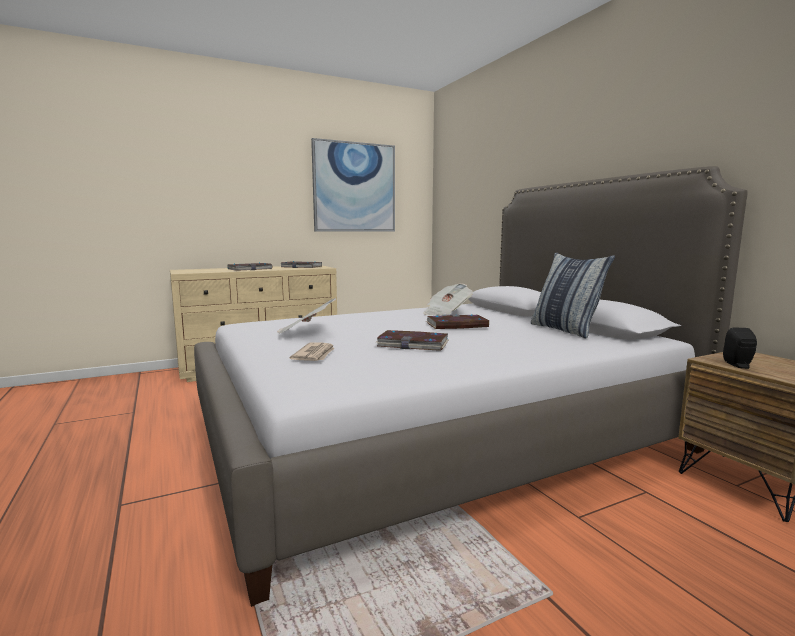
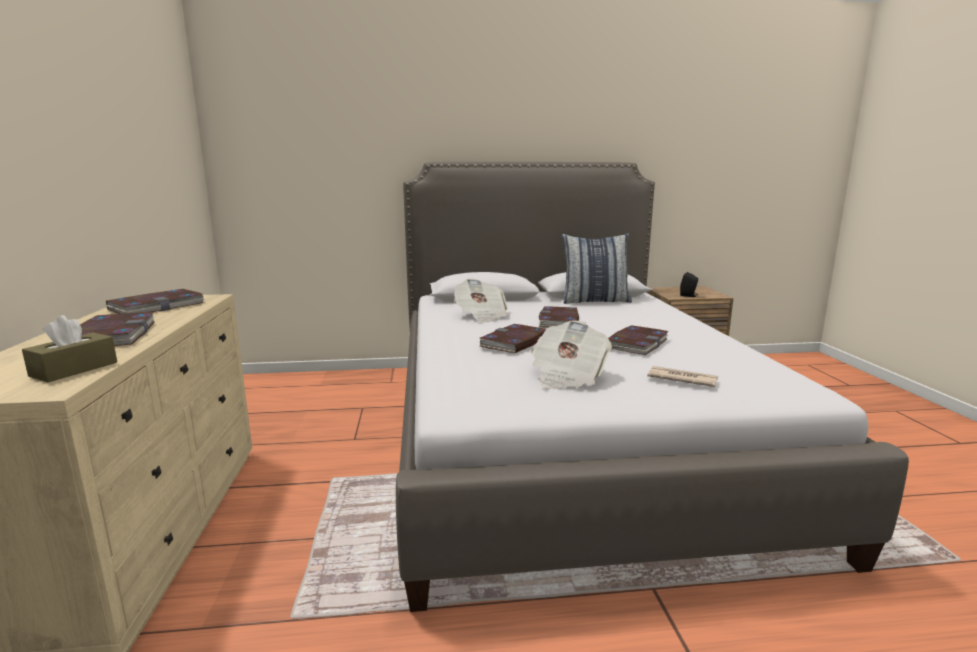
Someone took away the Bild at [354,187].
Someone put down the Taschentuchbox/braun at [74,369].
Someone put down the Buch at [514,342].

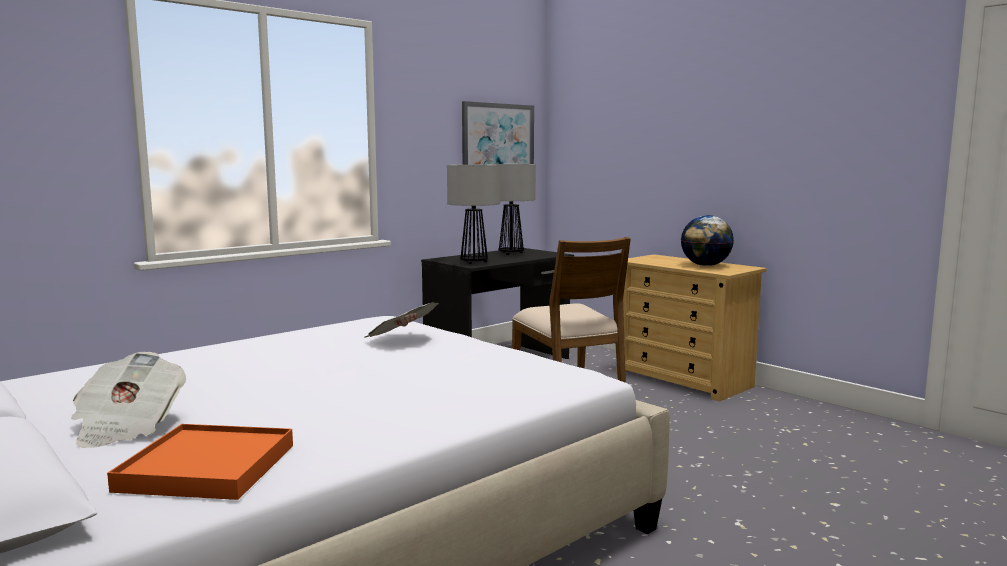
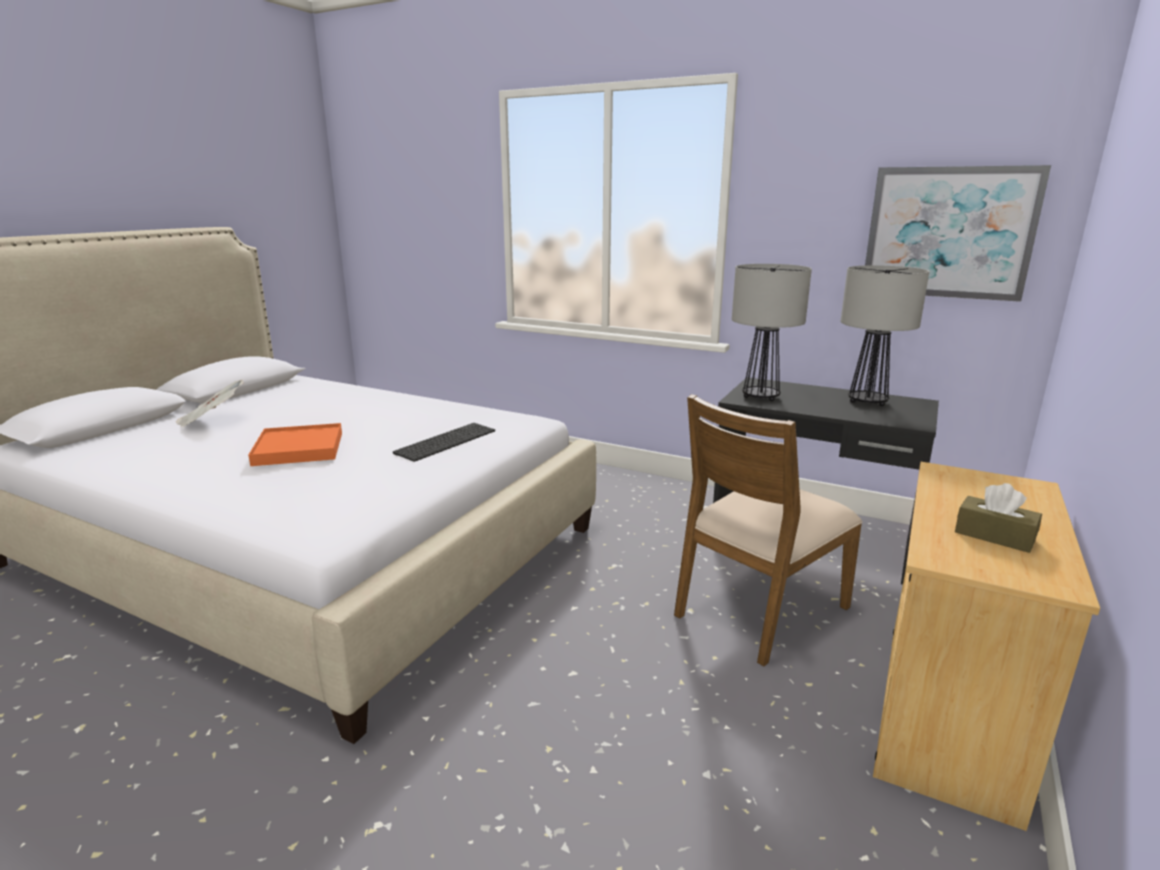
Someone carried the Tablett/orange from [207,467] to [299,448].
Someone swapped the Zeitung at [401,340] for the Tastatur at [445,441].
Someone swapped the Globus at [705,265] for the Taschentuchbox/braun at [994,536].

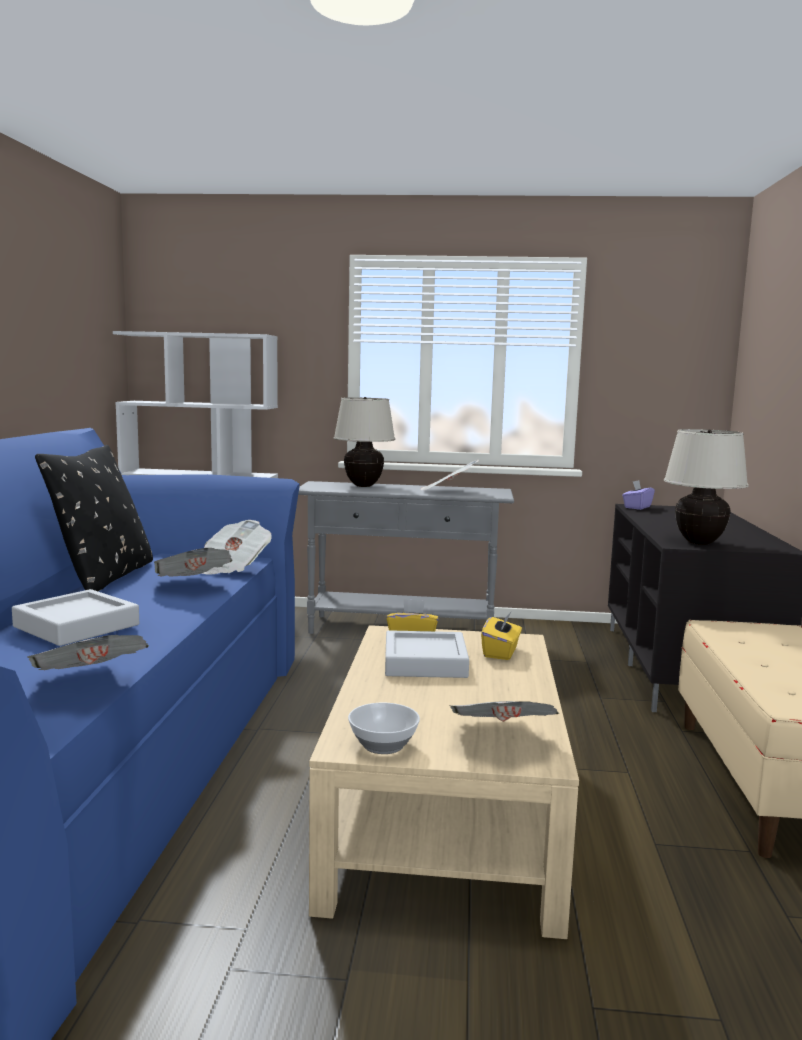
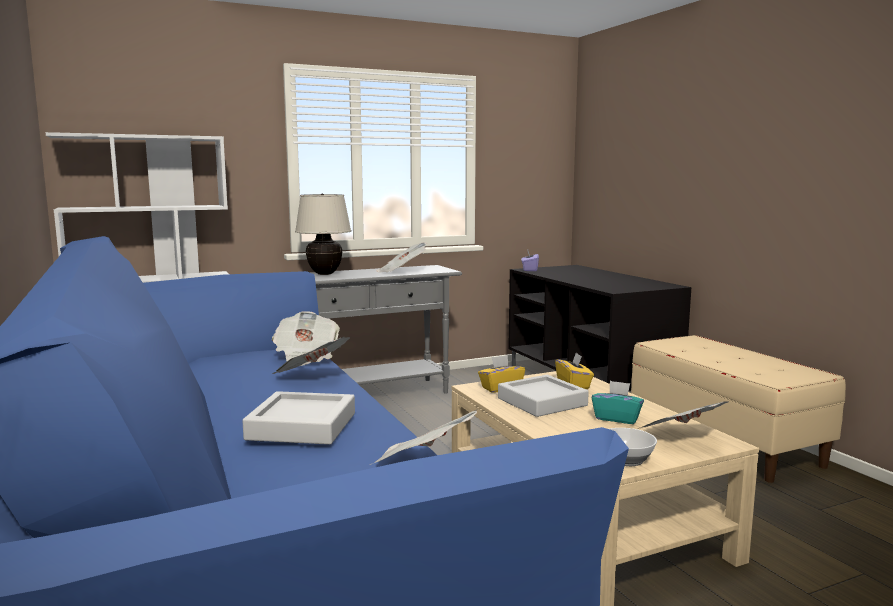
Someone took away the Kissen/schwarz at [105,577].
Someone took away the Tischlampe/beige at [699,542].
Someone put down the Taschentuchbox/türkis at [617,418].

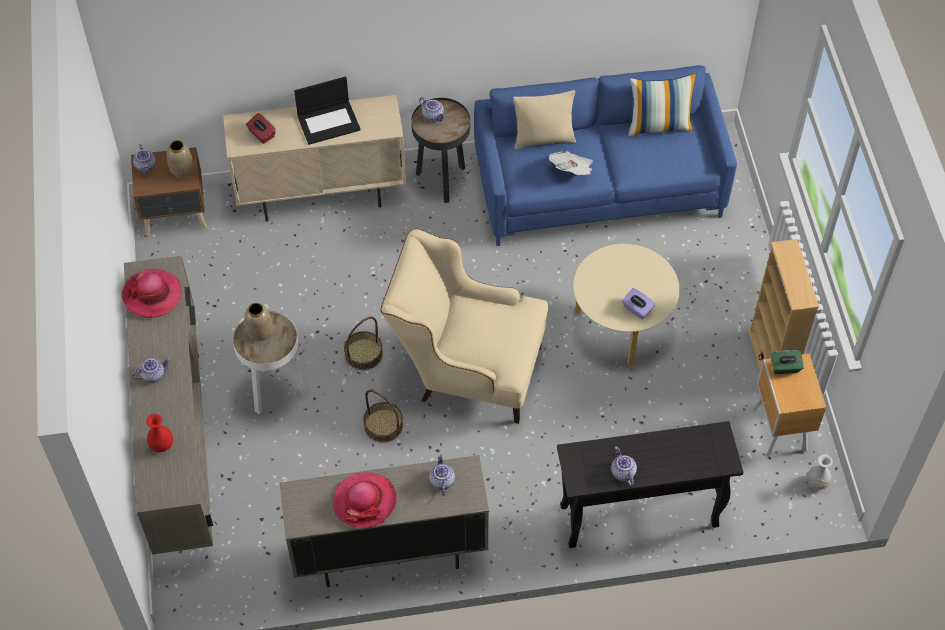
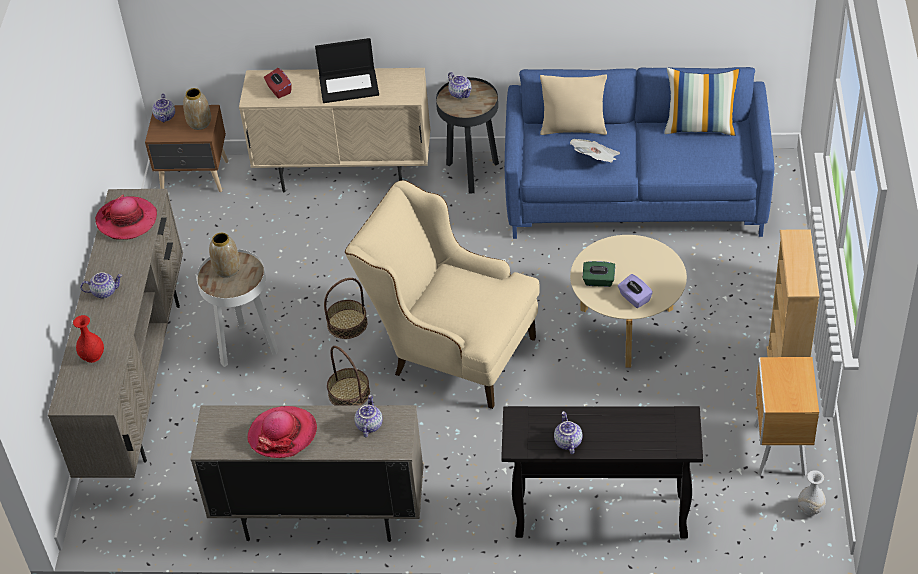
Someone carried the Taschentuchbox/grün from [785,368] to [598,281].

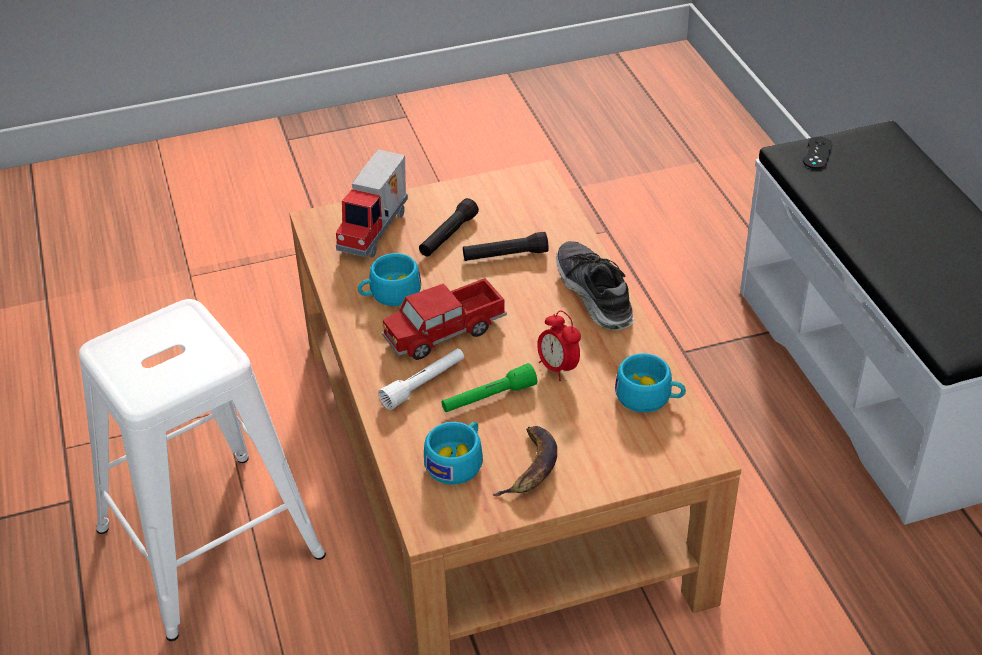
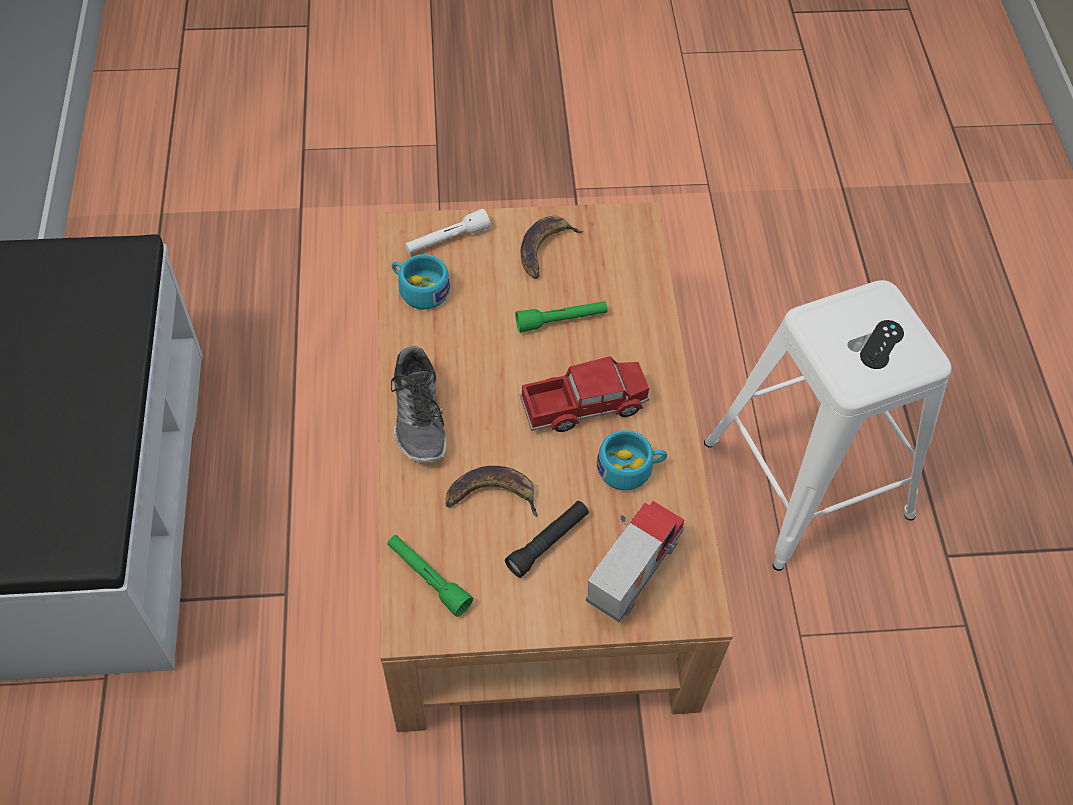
Someone took away the Tasse/türkis at [457,461].
Someone took away the Wecker at [558,368].
Someone put down the Taschenlampe/grün at [428,578].
Someone carried the Taschenlampe/weiß from [424,384] to [447,240].
Someone carried the Gamepad/schwarz from [817,153] to [881,344].
Someone swapped the Taschenlampe/schwarz at [505,255] for the Banane at [492,495].

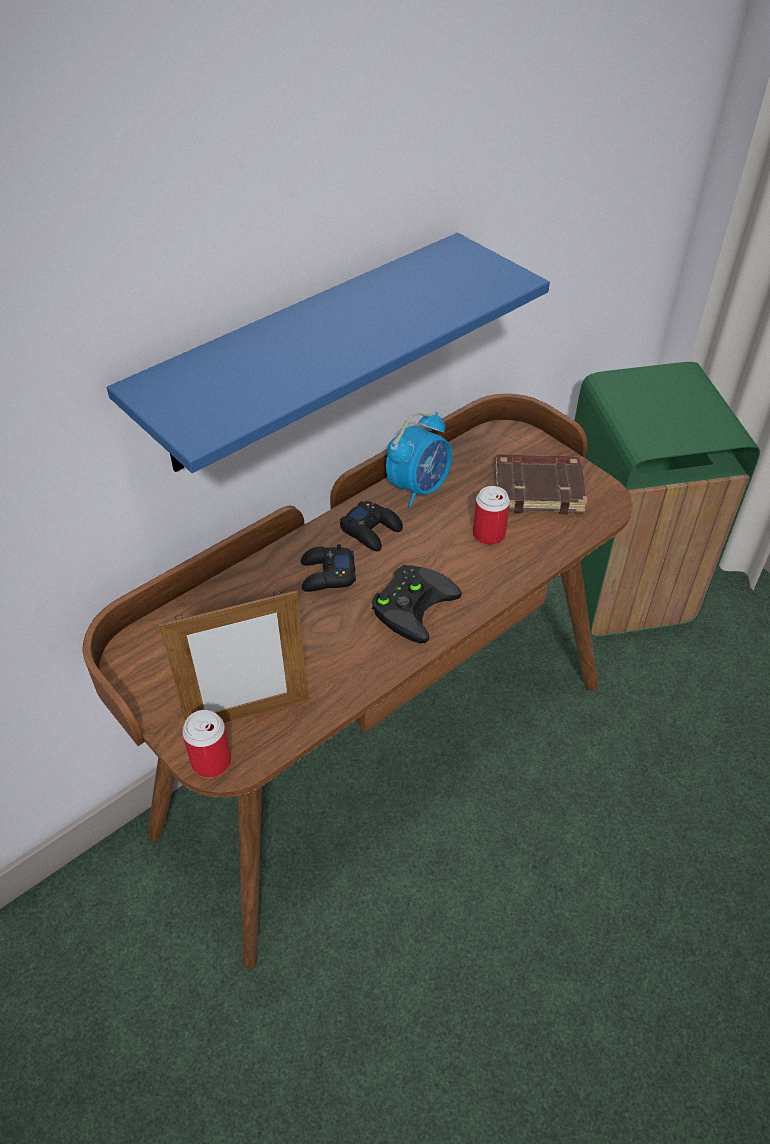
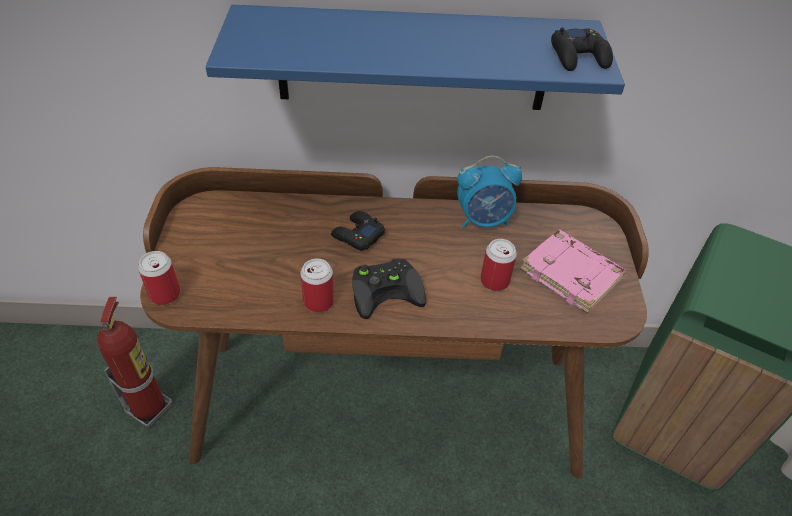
Someone took away the Bilderrahmen at [248,714].
Someone put down the Feuerlöscher at [150,408].
Someone put down the Dose at [318,301].
Someone carried the Gamepad/schwarz from [371,530] to [579,57].
Someone repainted the Buch/braun at [539,488], which became the Buch/rosa at [572,274].

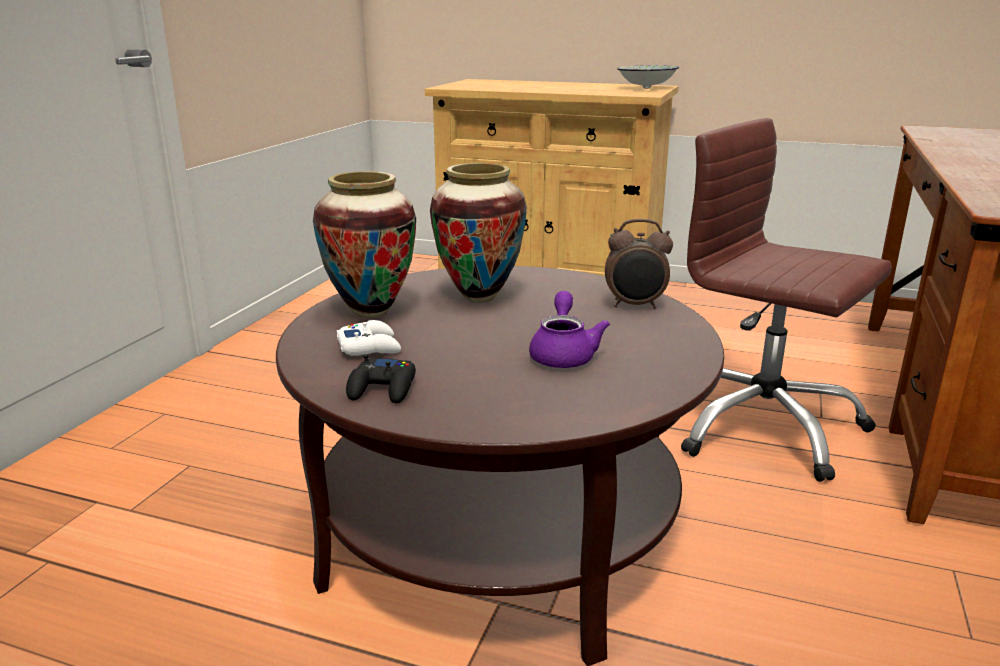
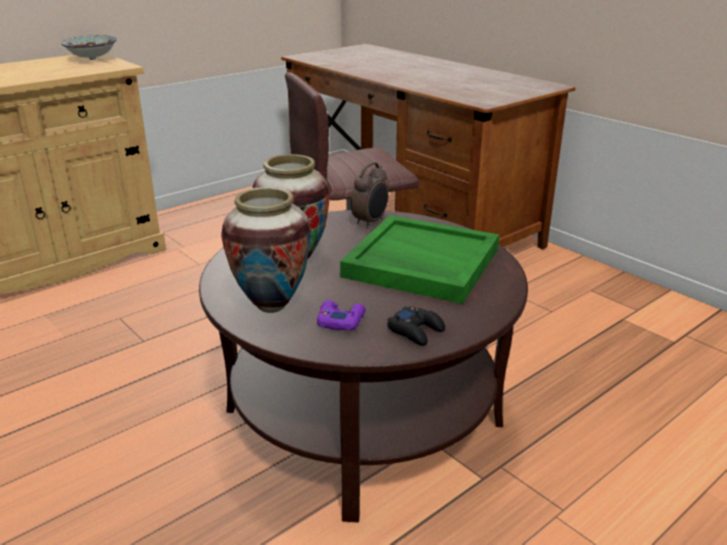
Someone swapped the Teekanne/lila at [563,354] for the Tablett/grün at [420,263].
Someone repainted the Gamepad/weiß at [370,347], which became the Gamepad/lila at [340,321].

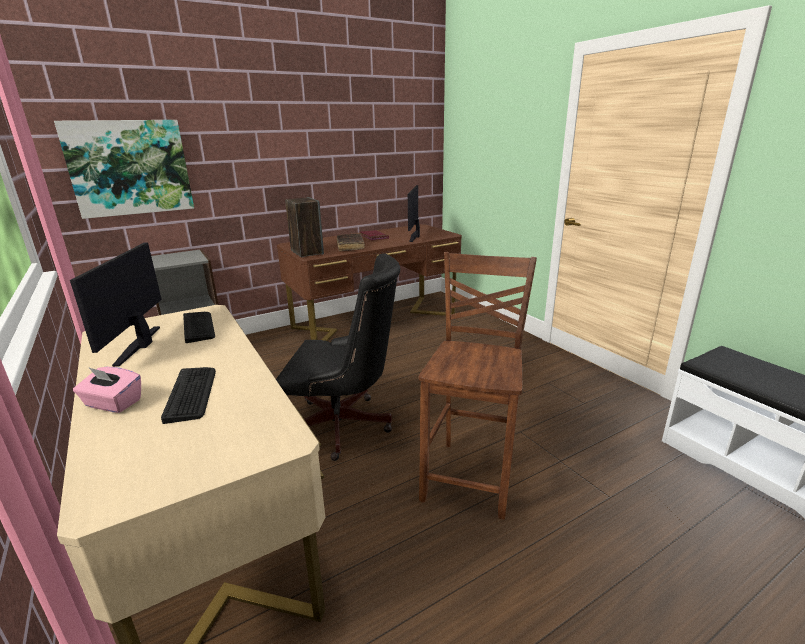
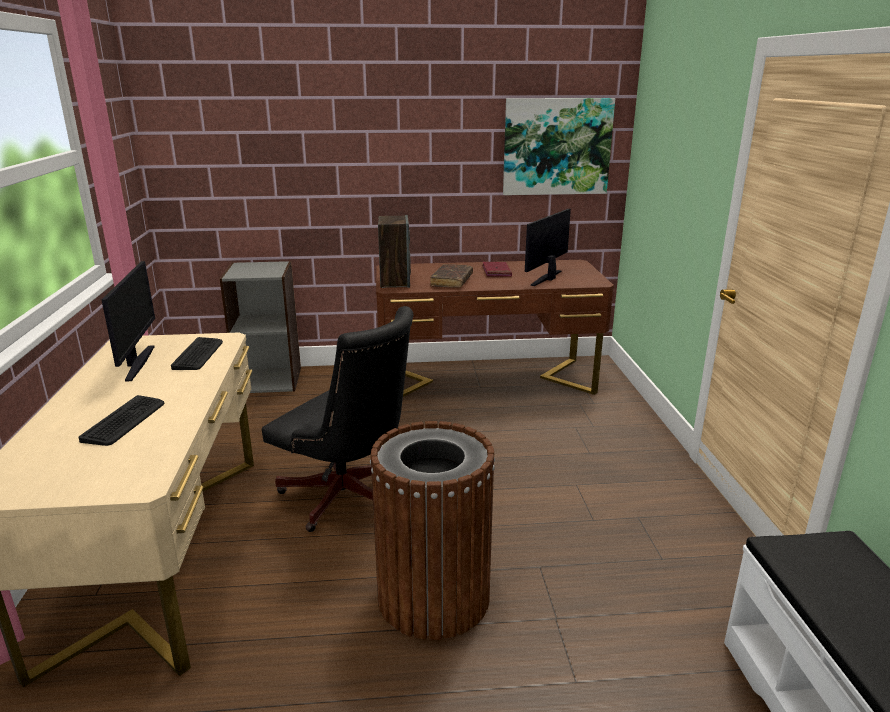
Someone took away the Taschentuchbox/rosa at [113,403].
Someone carried the Bild from [130,168] to [556,146].
Someone swapped the Stuhl/braun at [471,476] for the Mülleimer/braun at [434,597].
Someone rotated the Monitor at [141,345] by 150 degrees clockwise.

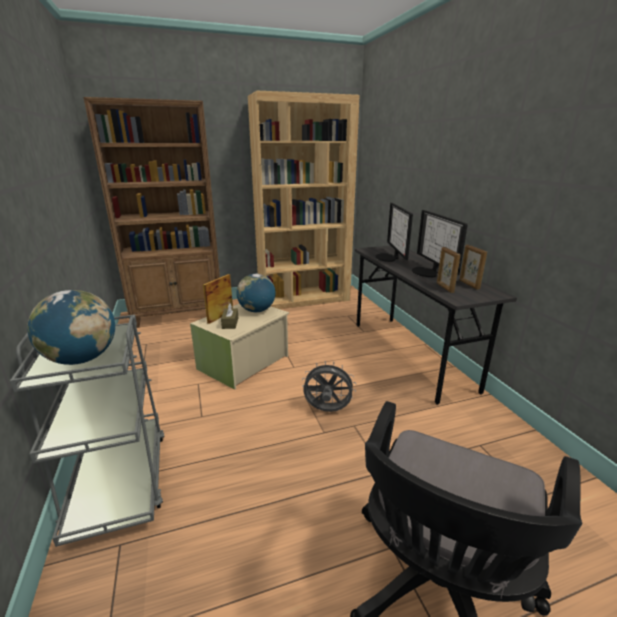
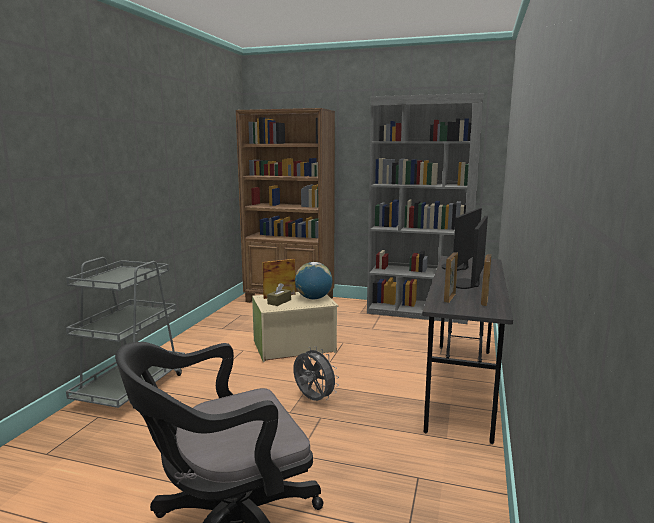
Someone took away the Globus at [82,359].
Someone repainted the Bücherregal/braun at [304,299], which became the Bücherregal/grau at [418,312].

